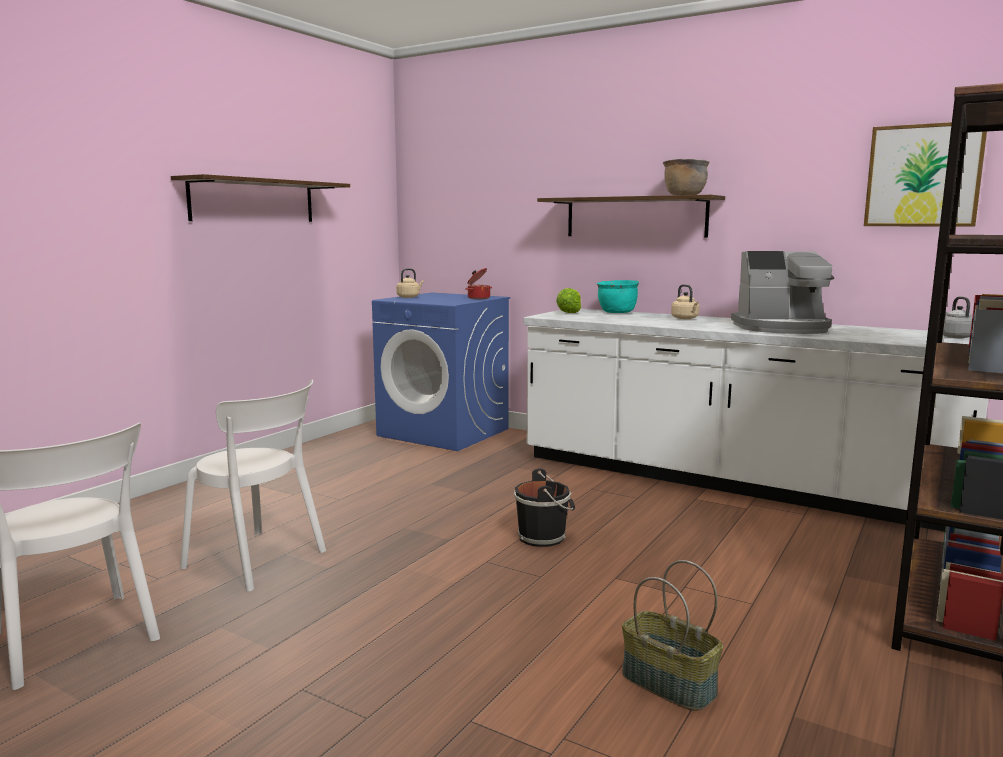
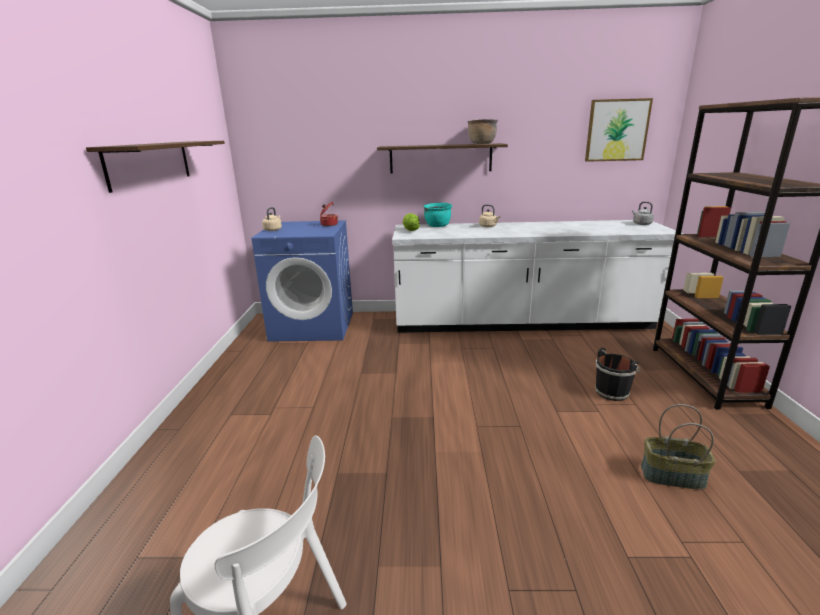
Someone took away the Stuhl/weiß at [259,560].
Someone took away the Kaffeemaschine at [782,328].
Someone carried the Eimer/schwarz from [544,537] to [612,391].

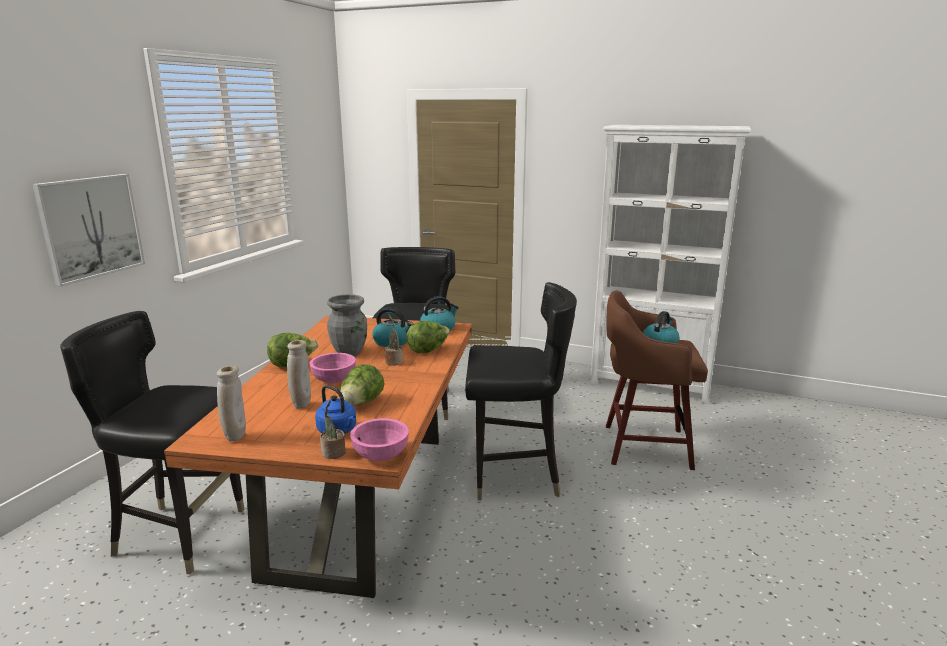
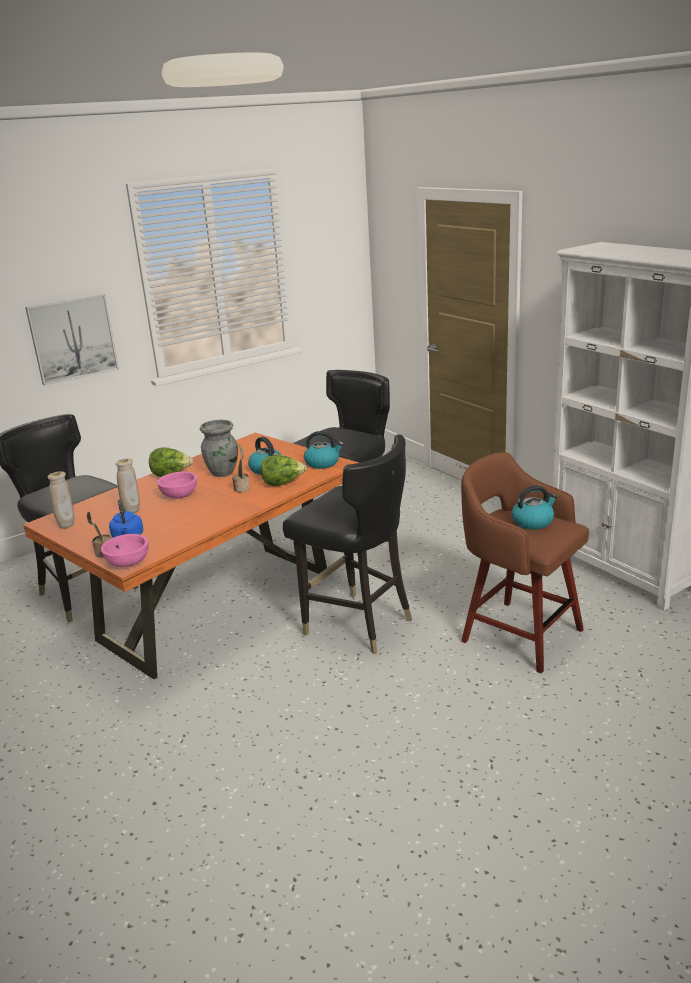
Someone took away the Salatkopf at [361,403].

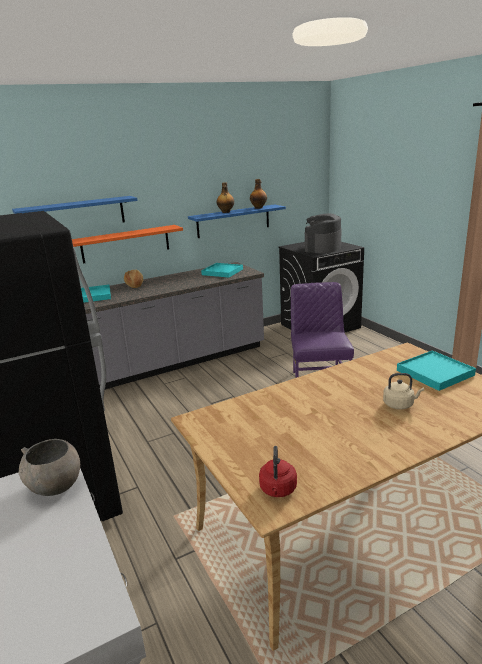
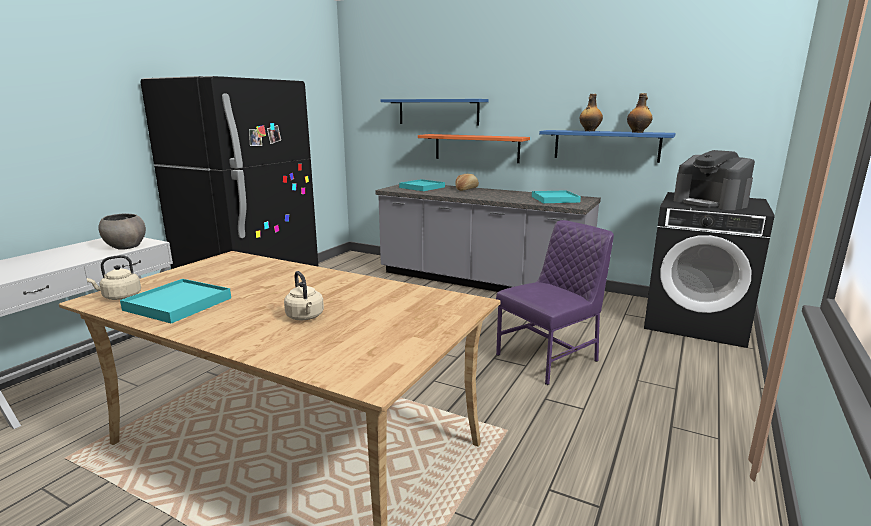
Someone carried the Tablett/türkis from [435,373] to [178,304].
Someone repainted the Wasserkessel/rot at [278,490], which became the Wasserkessel/beige at [120,297].
Someone rotated the Kaffeemaschine at [322,248] by 120 degrees counterclockwise.

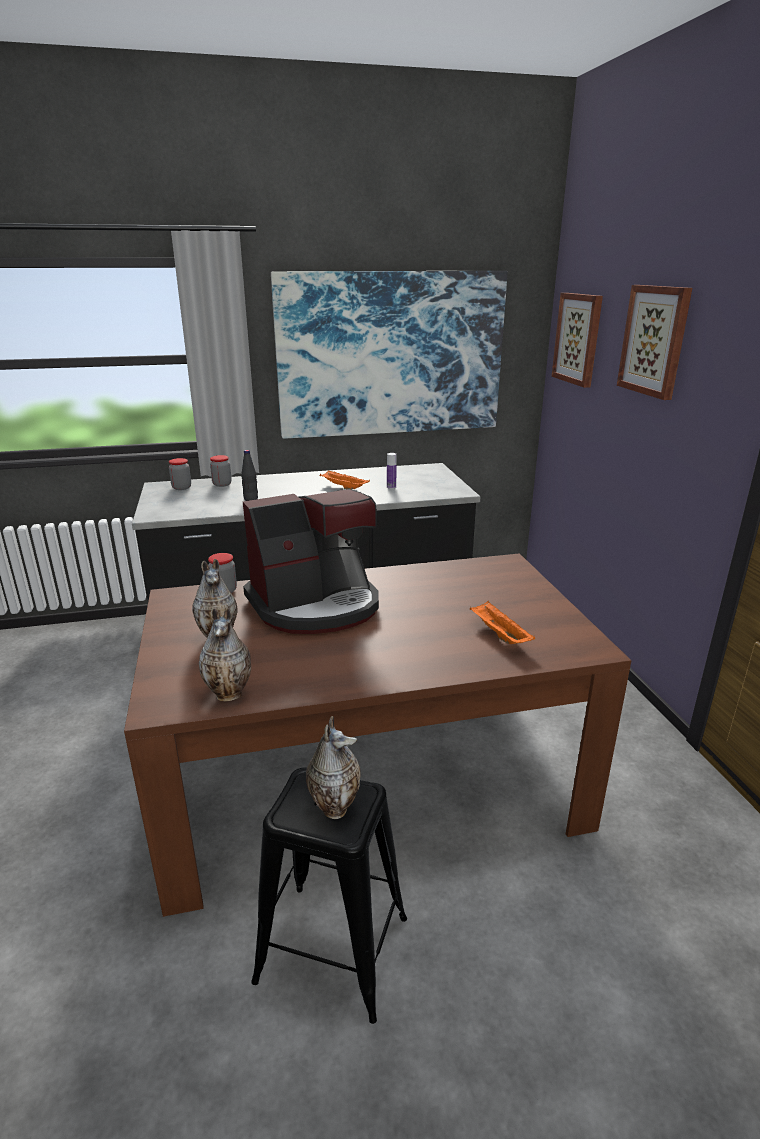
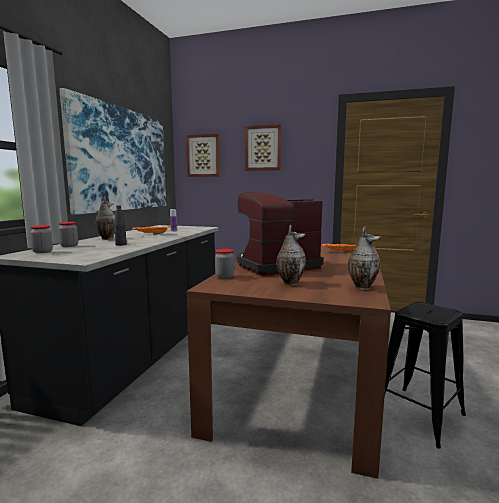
Someone carried the Vase from [334,806] to [106,238].
Someone rotated the Kaffeemaschine at [316,605] by 120 degrees counterclockwise.

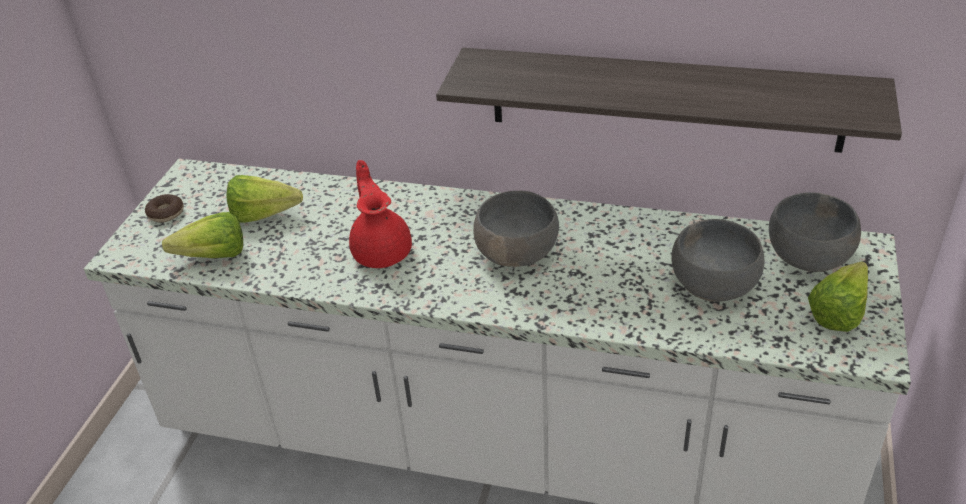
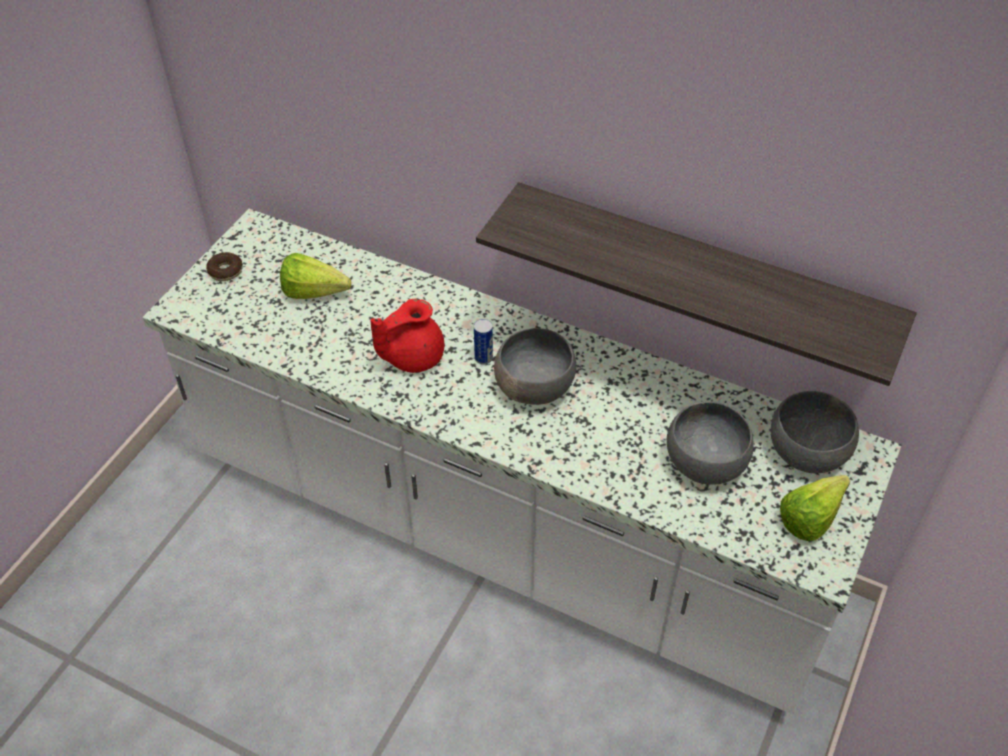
Someone took away the Salatkopf at [207,256].
Someone put down the Dose at [483,358].
Someone rotated the Teekanne/rot at [382,251] by 120 degrees counterclockwise.

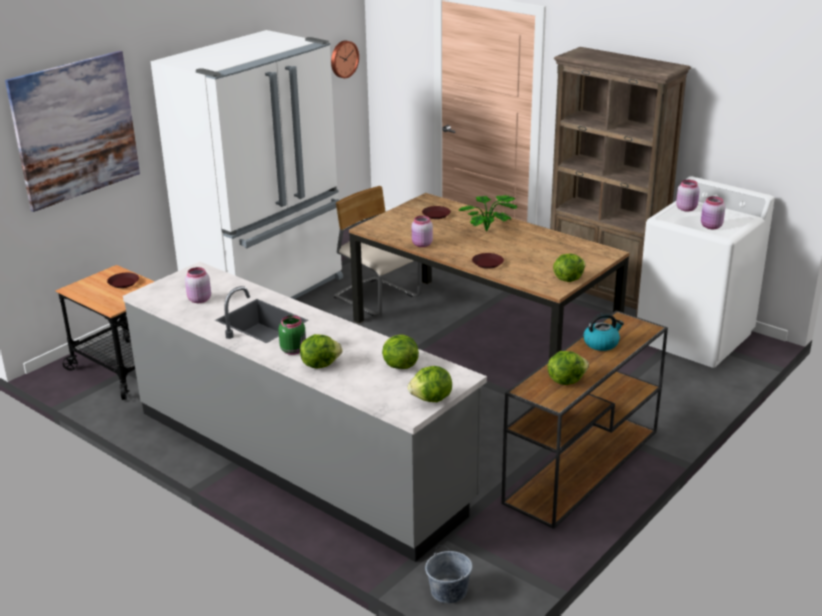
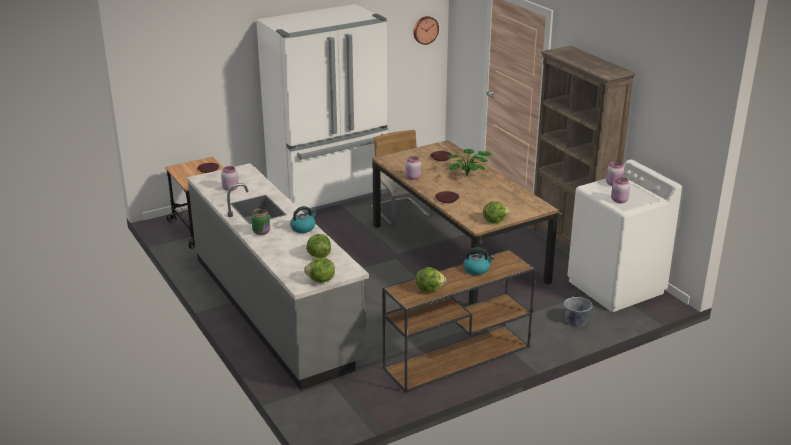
Someone took away the Bild at [75,129].
Someone took away the Salatkopf at [320,364].
Someone put down the Wasserkessel at [303,228].
Someone carried the Eimer/grau from [449,591] to [576,320].

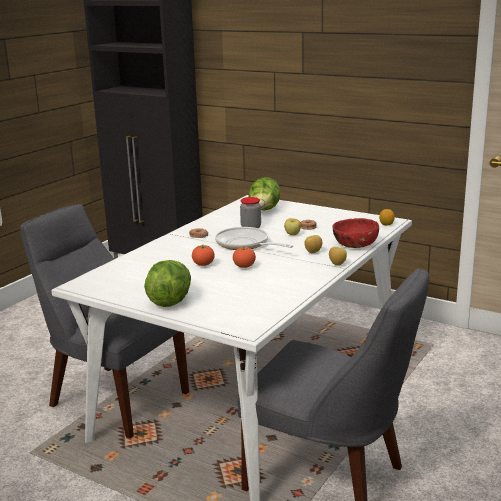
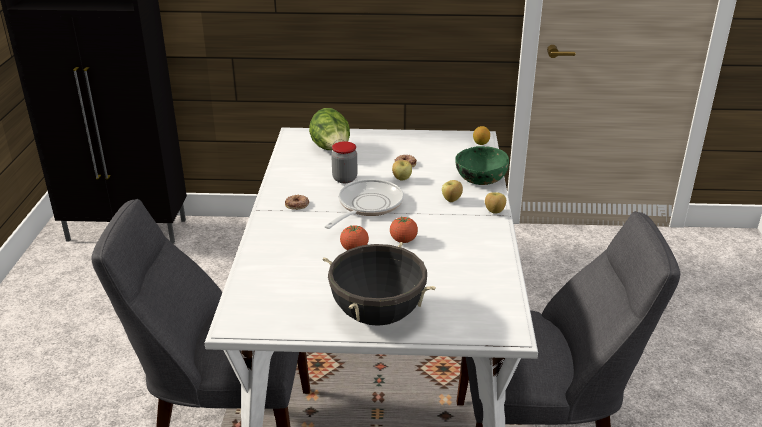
Someone swapped the Salatkopf at [170,300] for the Kochtopf/schwarz at [377,315].
Someone repainted the Schüssel/rot at [354,244], which became the Schüssel/grün at [480,178].
Someone rotated the Pfanne at [245,244] by 105 degrees clockwise.

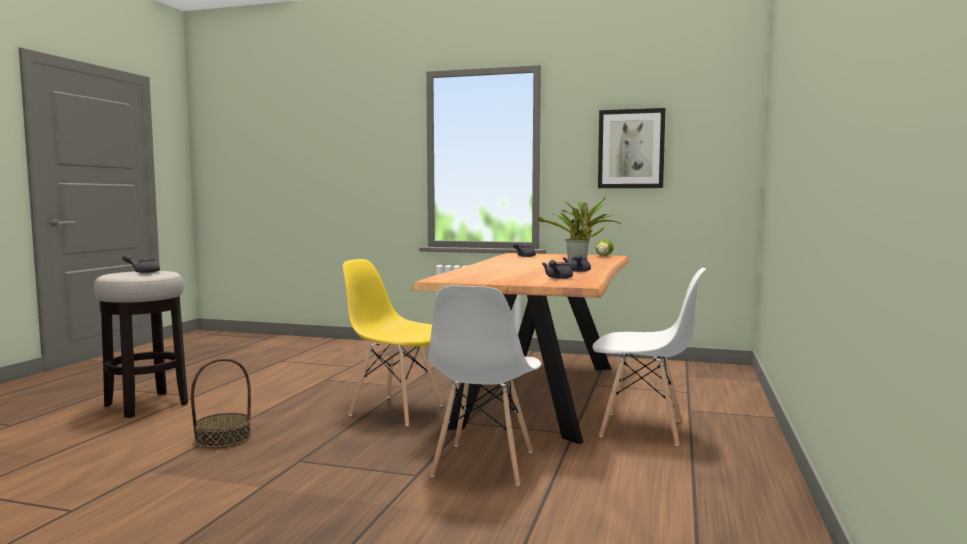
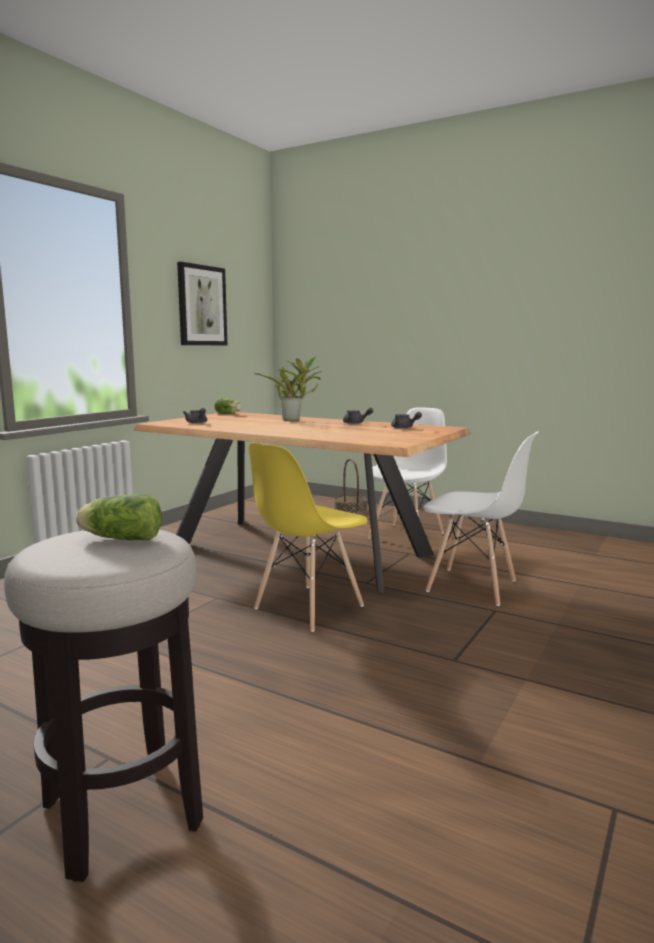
Someone carried the Korb from [223,439] to [350,510].
Someone swapped the Teekanne/grau at [143,272] for the Salatkopf at [120,538].

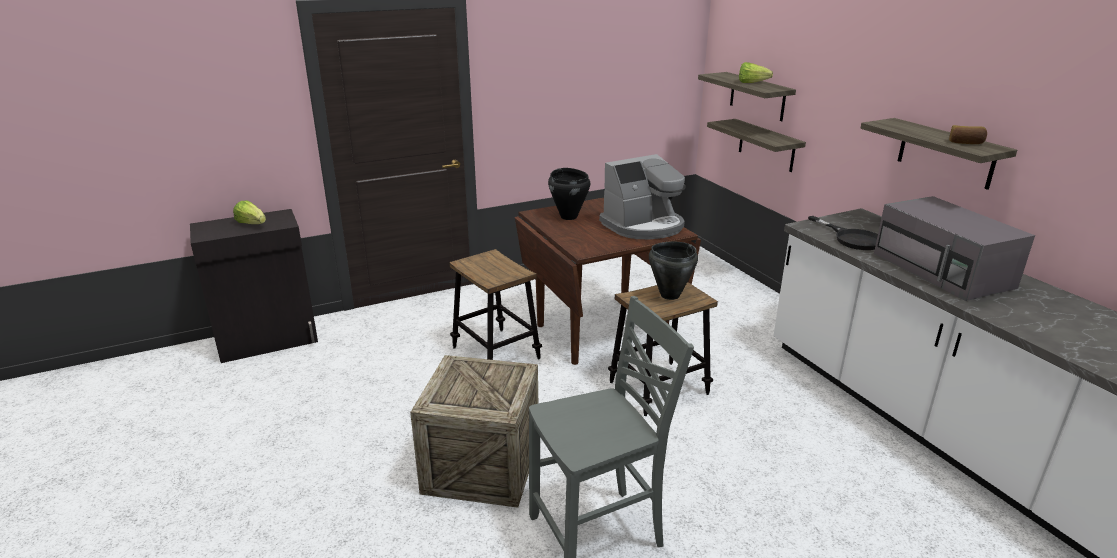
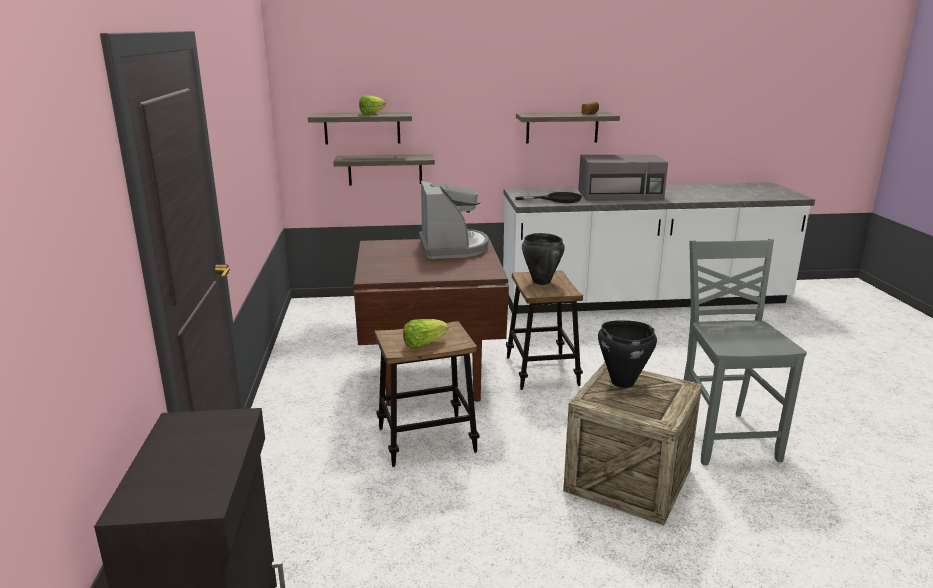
Someone carried the Salatkopf from [252,224] to [423,344].
Someone carried the Kochtopf/schwarz from [569,217] to [622,382].

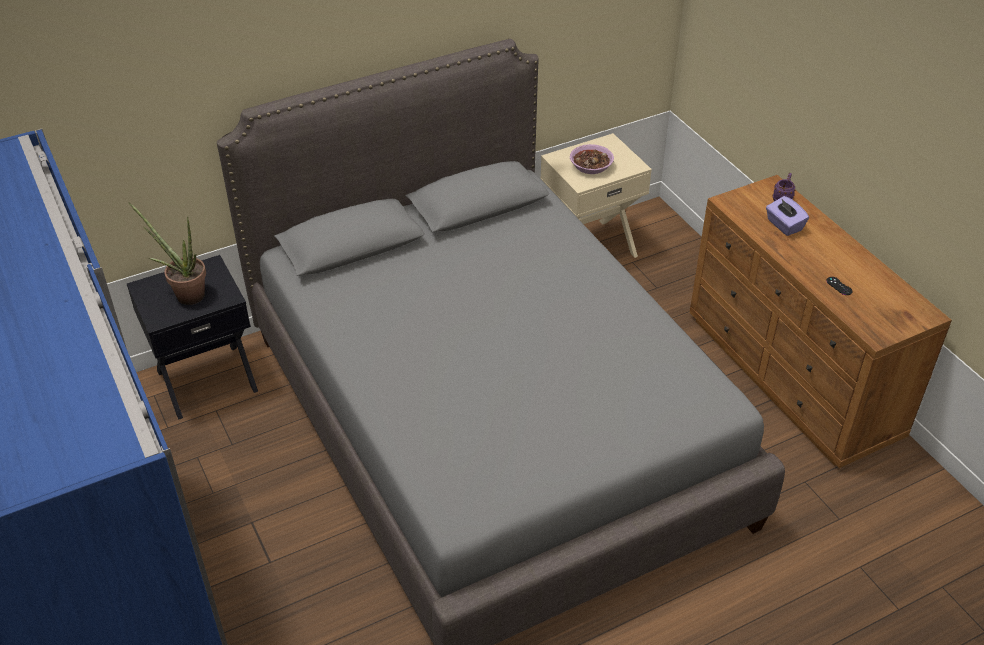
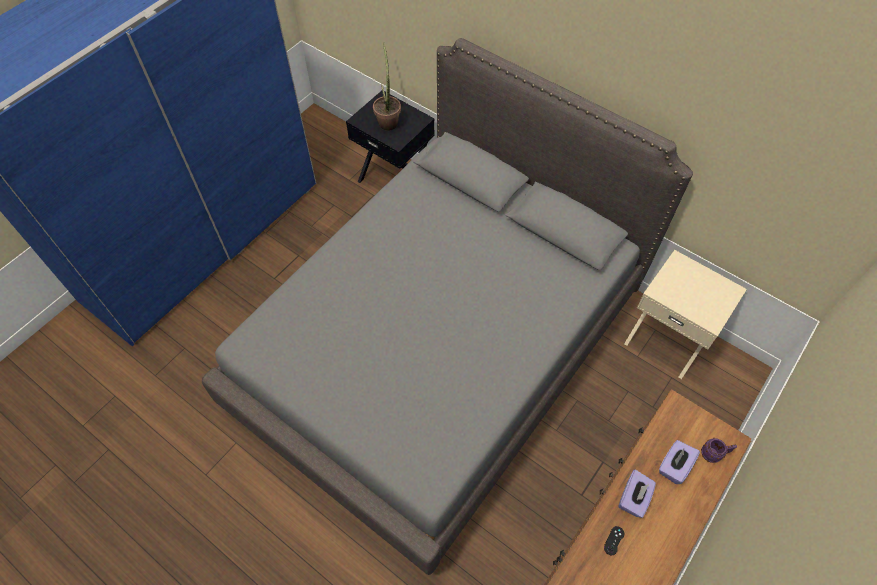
Someone took away the Schüssel at [591,166].
Someone put down the Taschentuchbox/lila at [633,498].

